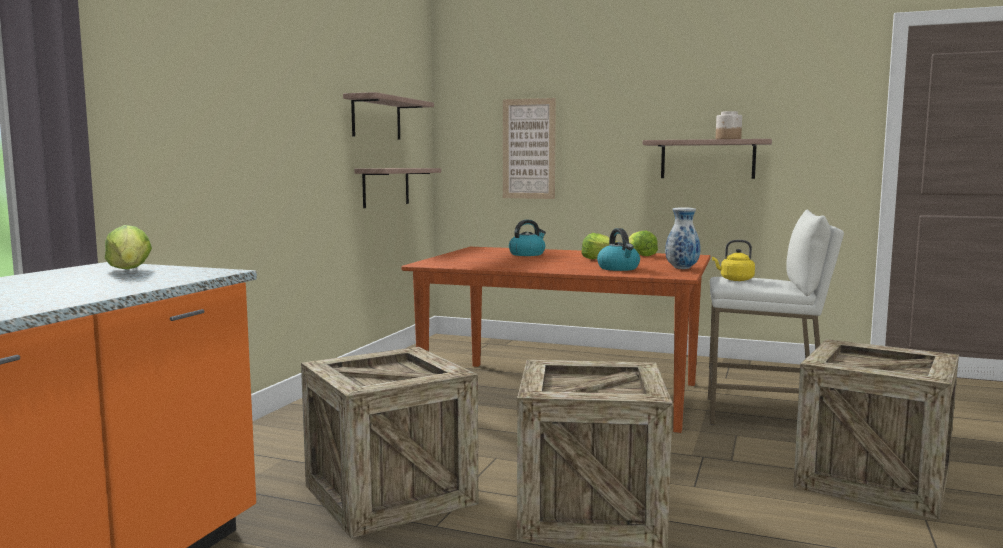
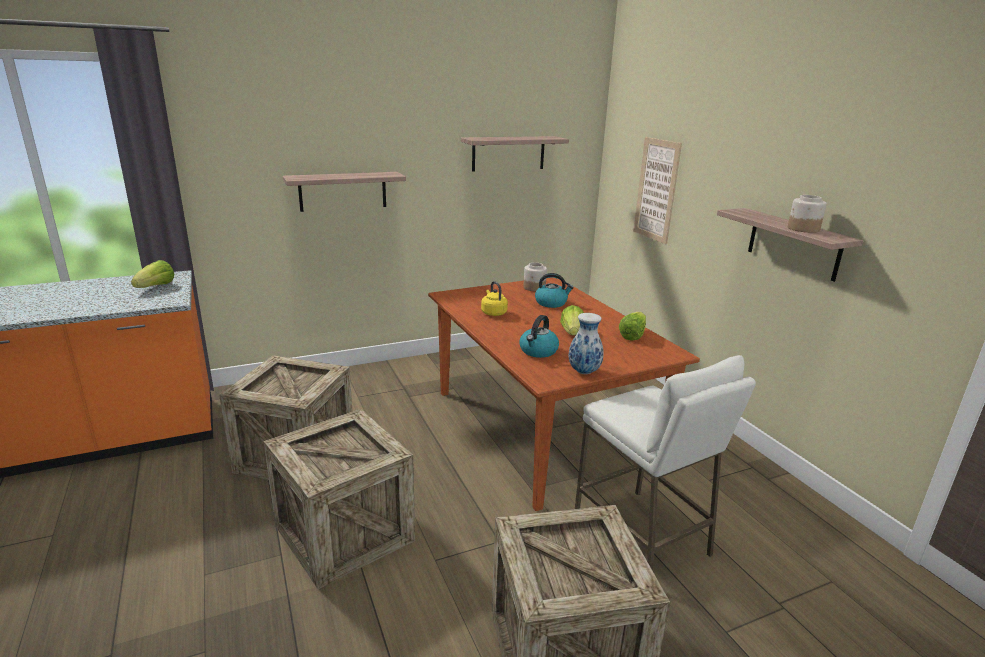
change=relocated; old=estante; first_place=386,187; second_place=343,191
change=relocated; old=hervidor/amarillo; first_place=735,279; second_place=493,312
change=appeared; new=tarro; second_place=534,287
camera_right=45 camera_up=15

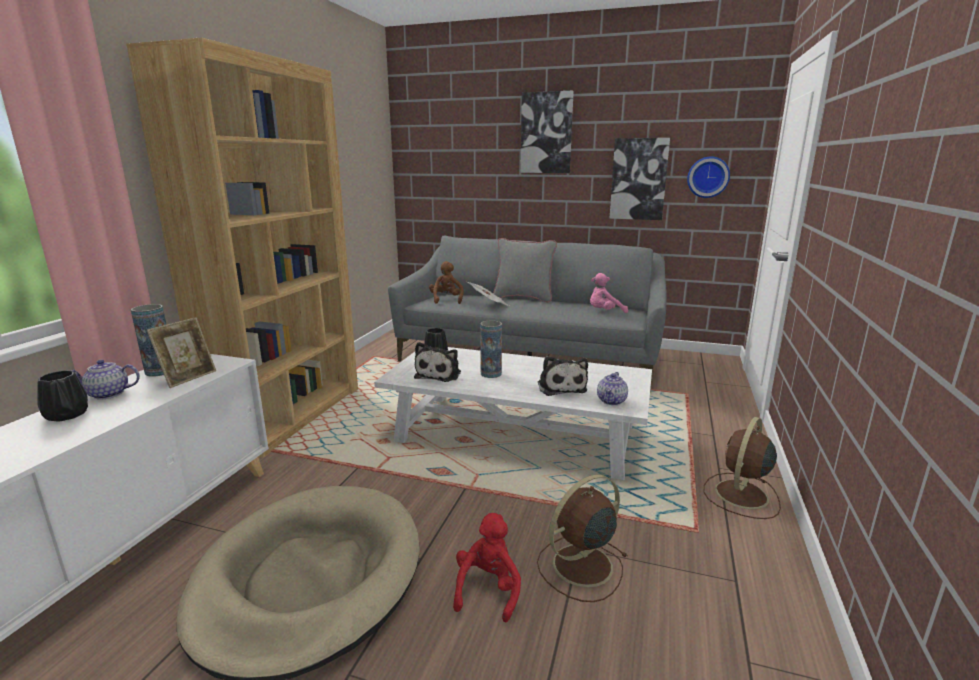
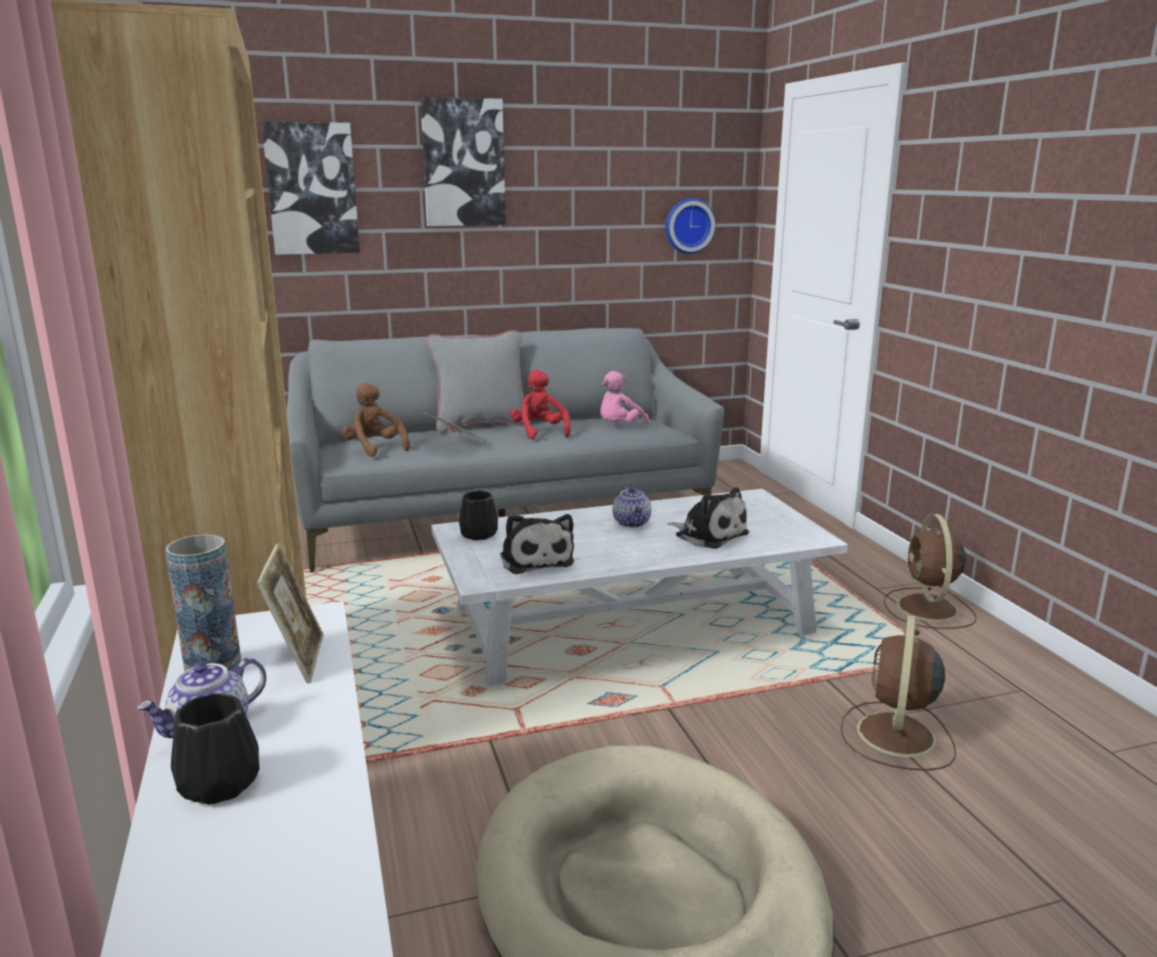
change=relocated; old=peluche/rojo; first_place=488,590; second_place=539,432
change=missing; old=florero; first_place=491,374
change=relocated; old=tetera; first_place=612,401; second_place=632,523
change=relocated; old=cuadro; first_place=638,179; second_place=312,189
camera_right=-35 camera_up=0

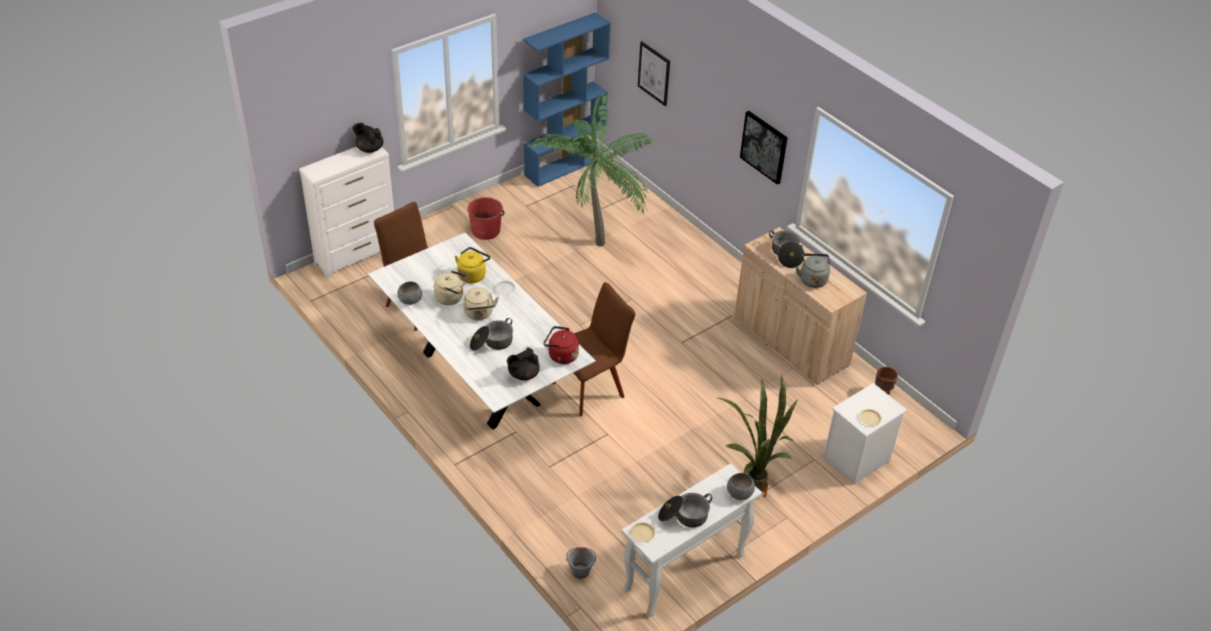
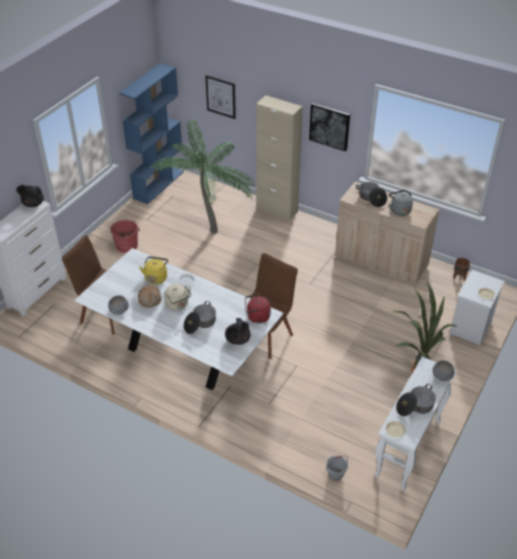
change=exchanged; old=hervidor/beis; new=pan; first_place=451,298; second_place=150,299
change=appeared; new=armario/beis; second_place=277,210
camera_right=-20 camera_up=0

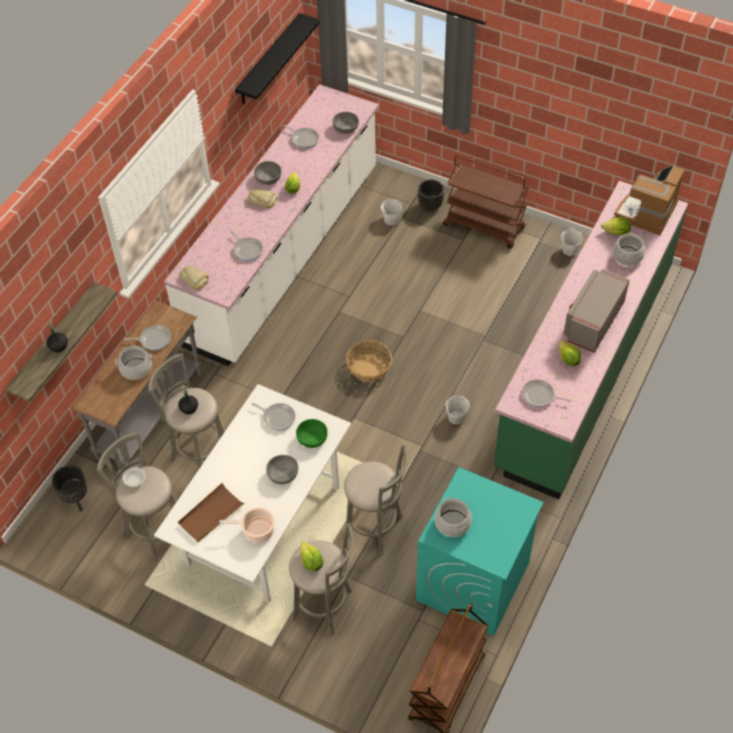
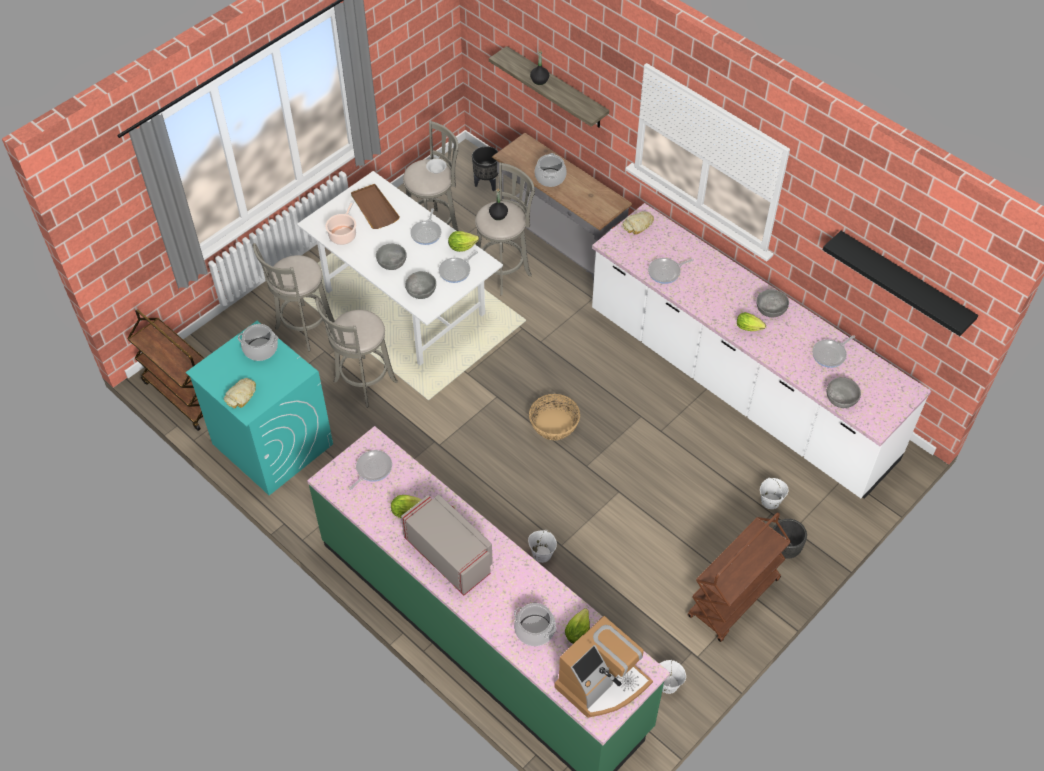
change=relocated; old=sartén; first_place=153,339; second_place=426,233
change=relocated; old=pan; first_place=262,200; second_place=241,395
change=colour; old=cuenco/verde; new=cuenco/gris; first_place=312,438; second_place=421,291
change=relocated; old=lechuga; first_place=311,562; second_place=462,247
change=relocated; old=cubo/blanco; first_place=456,417; second_place=541,554
change=spun; old=cafetera; first_place=647,212; second_place=602,683; degrees=90
camera_right=105 camera_up=0

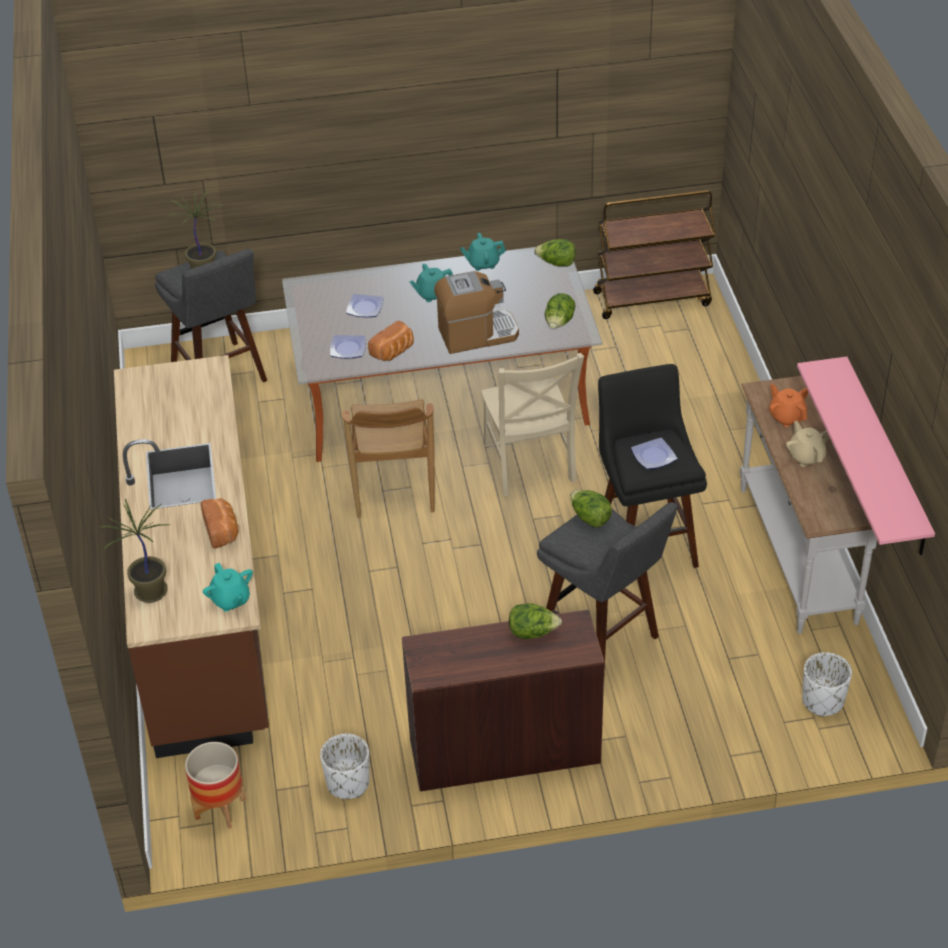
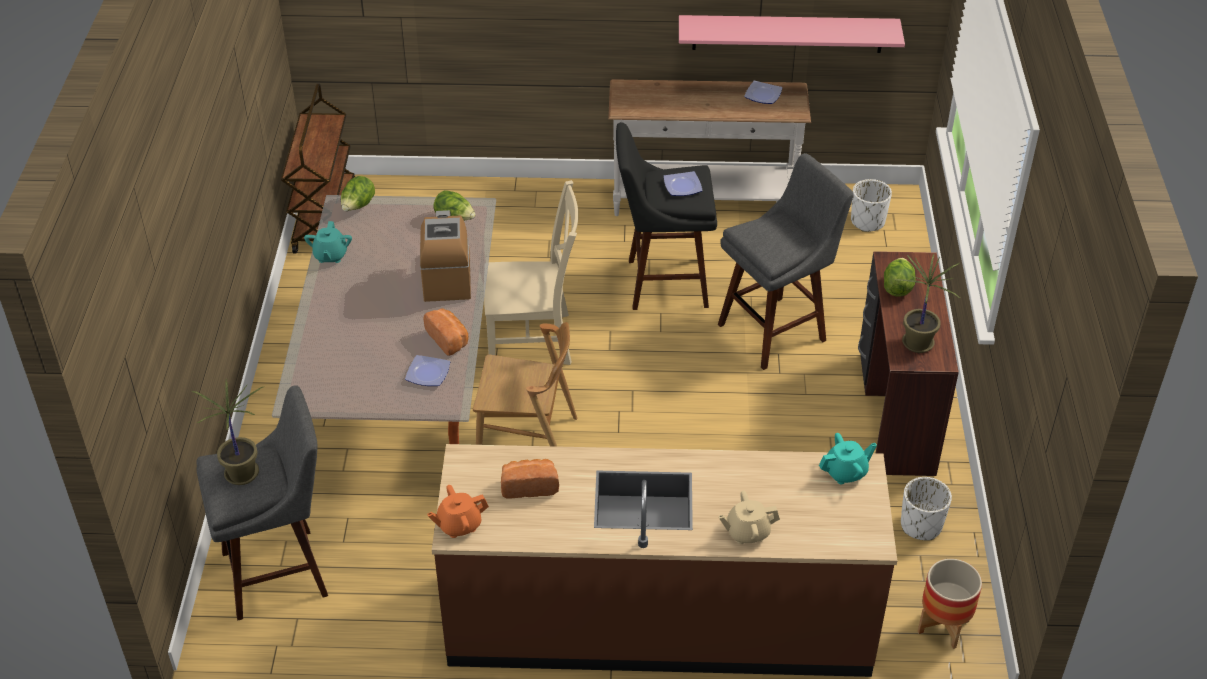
change=relocated; old=planta en maceta; first_place=149,592; second_place=918,344
change=relocated; old=pan; first_place=222,531; second_place=529,486
change=relocated; old=plato; first_place=365,308; second_place=763,95
change=missing; old=tetera/turquesa; first_place=432,294
change=missing; old=lechuga; first_place=590,518
change=relocated; old=tetera/naranja; first_place=787,417; second_place=459,525
change=relocated; old=tetera/beis; first_place=806,456; second_place=747,532
camera_right=-80 camera_up=0

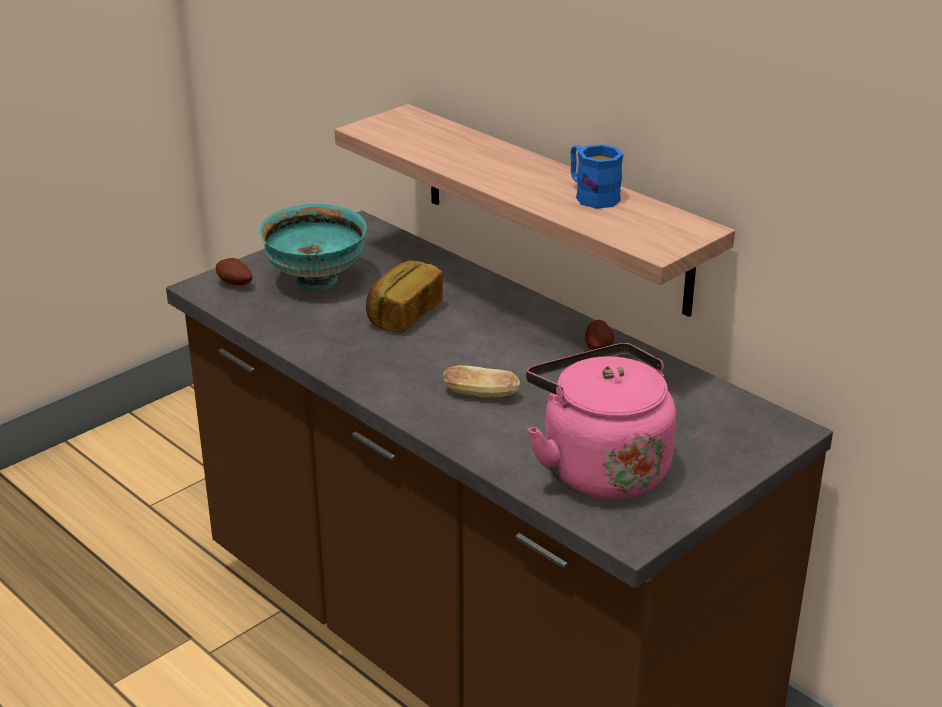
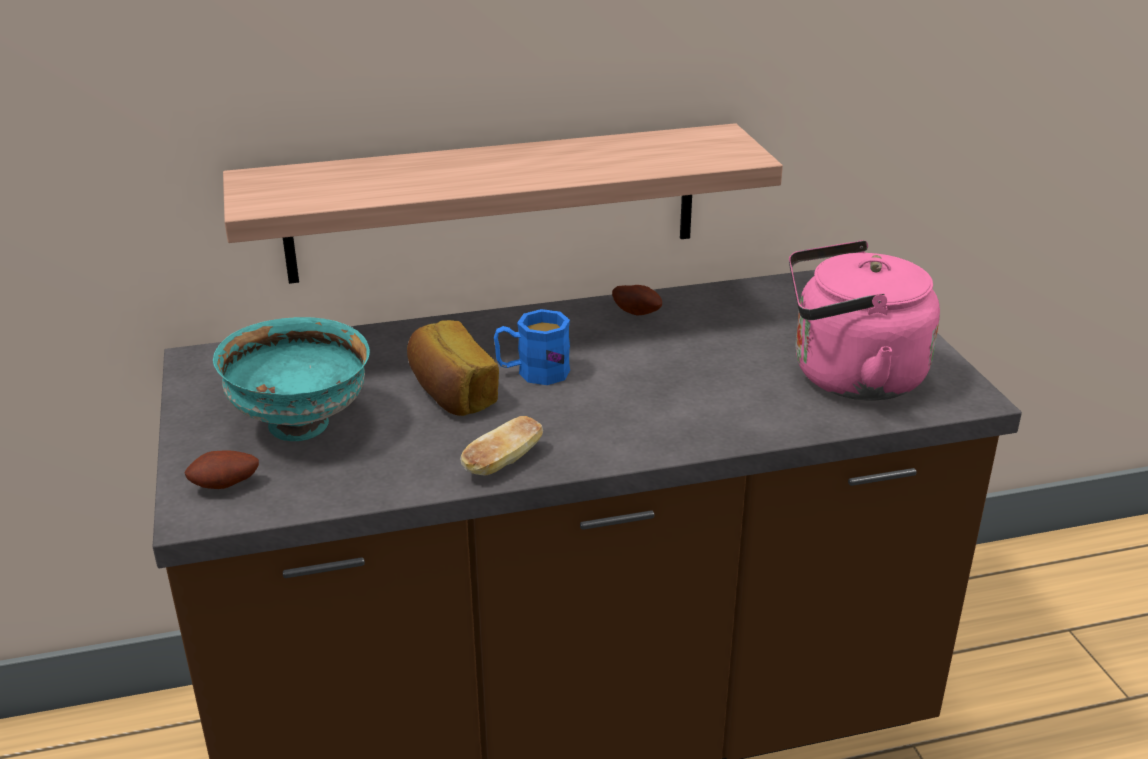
change=relocated; old=pan; first_place=481,395; second_place=503,463
change=relocated; old=taza grande/azul; first_place=591,195; second_place=532,372
camera_right=-60 camera_up=0

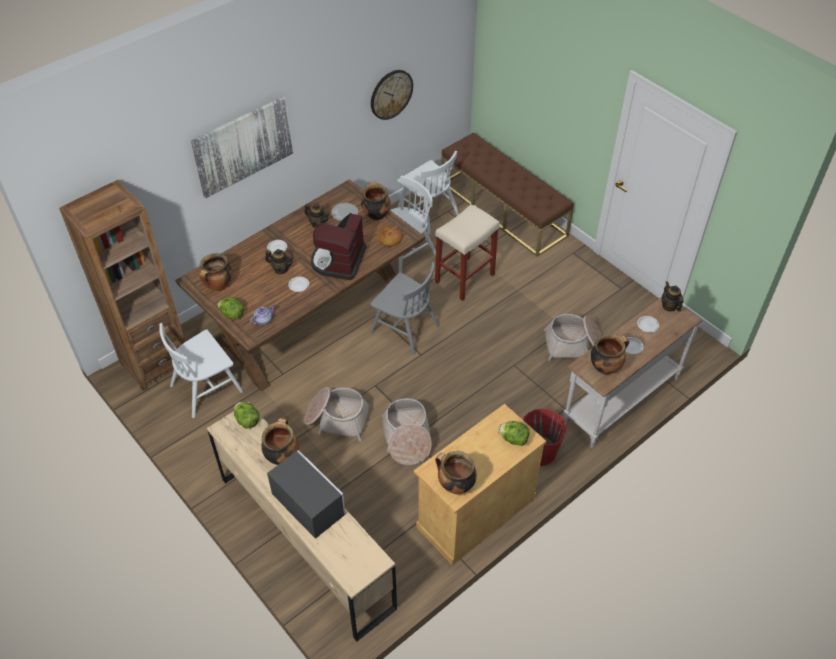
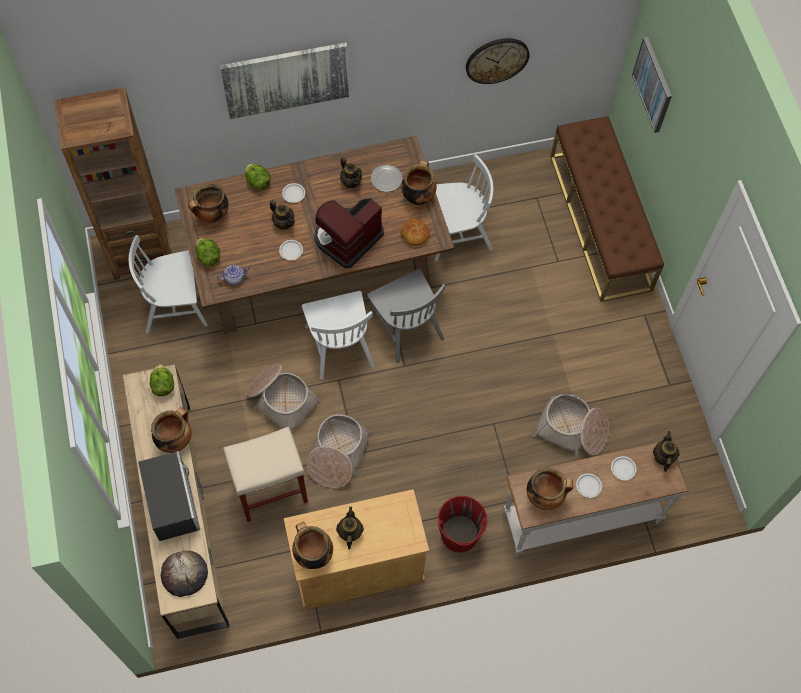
change=relocated; old=silla/blanco; first_place=427,212; second_place=339,345
change=relocated; old=taburete/beis; first_place=464,279; second_place=270,491
change=relocated; old=lechuga; first_place=513,439; second_place=258,182
change=appeared; new=pan; second_place=184,574
change=appeared; new=tetera; second_place=349,533
change=appeared; new=cuadro; second_place=653,84
camera_right=25 camera_up=15

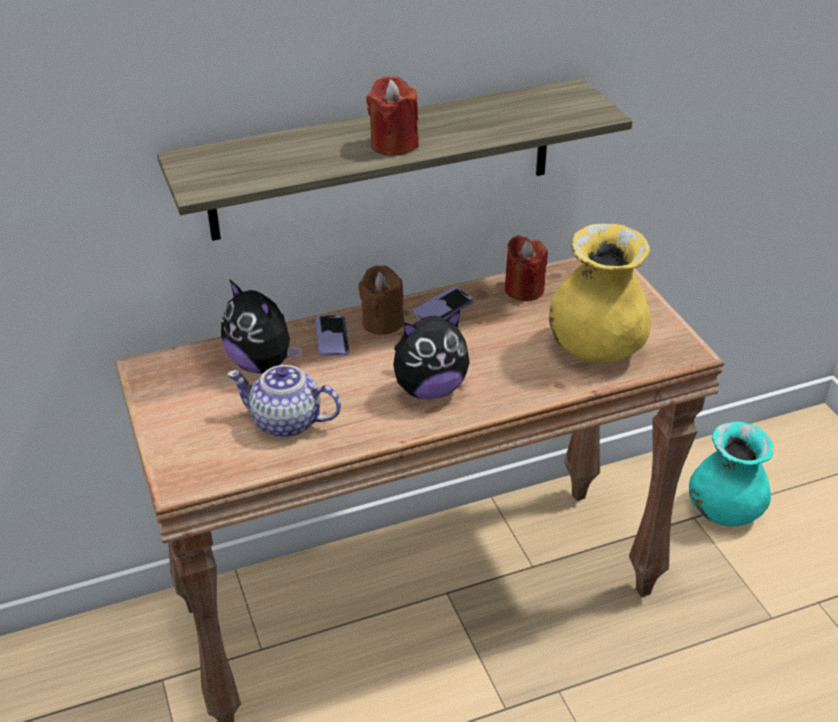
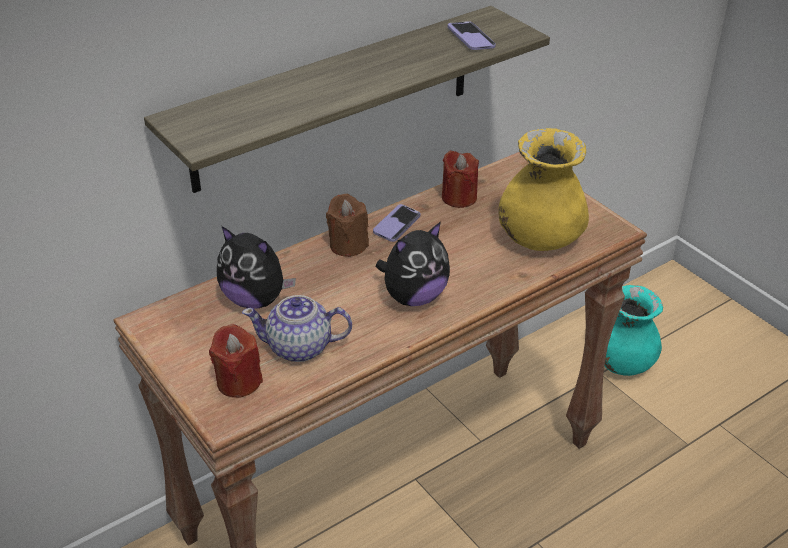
change=relocated; old=móvil; first_place=332,337; second_place=471,38
change=relocated; old=vela/rojo; first_place=394,144; second_place=238,382
camera_right=-15 camera_up=0

